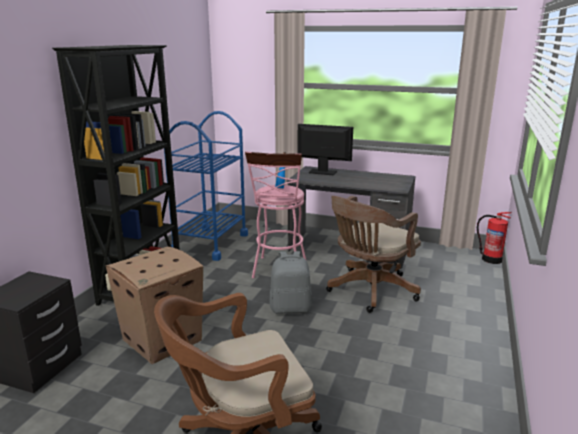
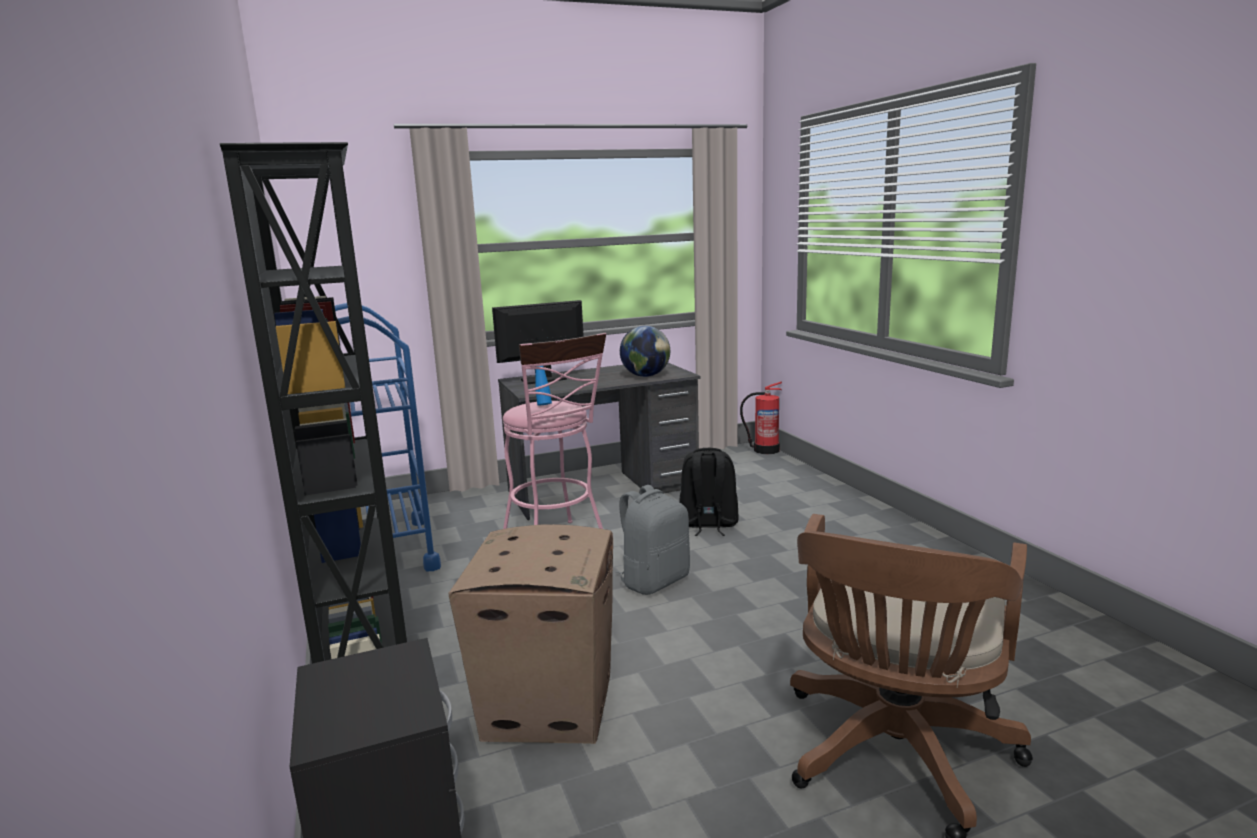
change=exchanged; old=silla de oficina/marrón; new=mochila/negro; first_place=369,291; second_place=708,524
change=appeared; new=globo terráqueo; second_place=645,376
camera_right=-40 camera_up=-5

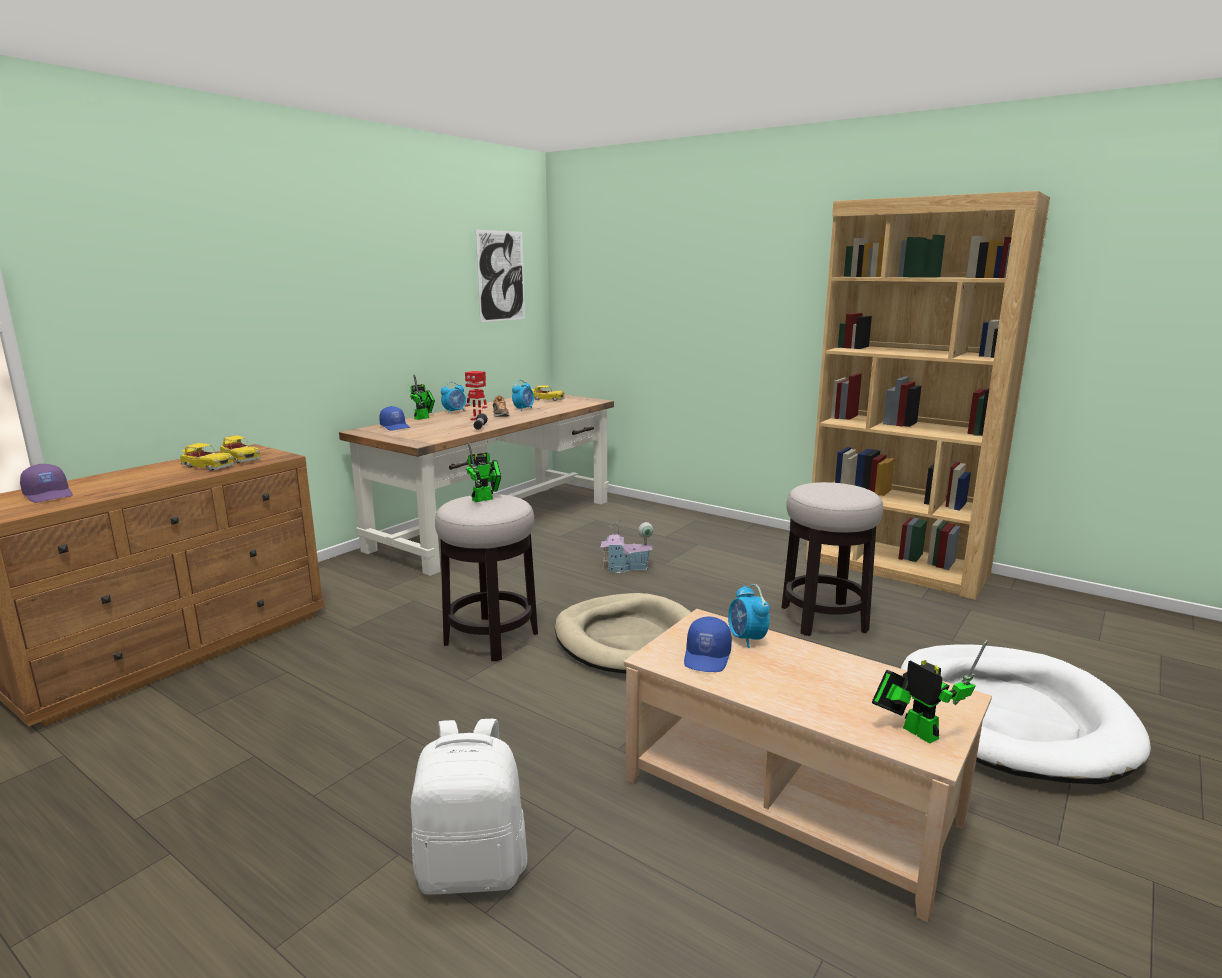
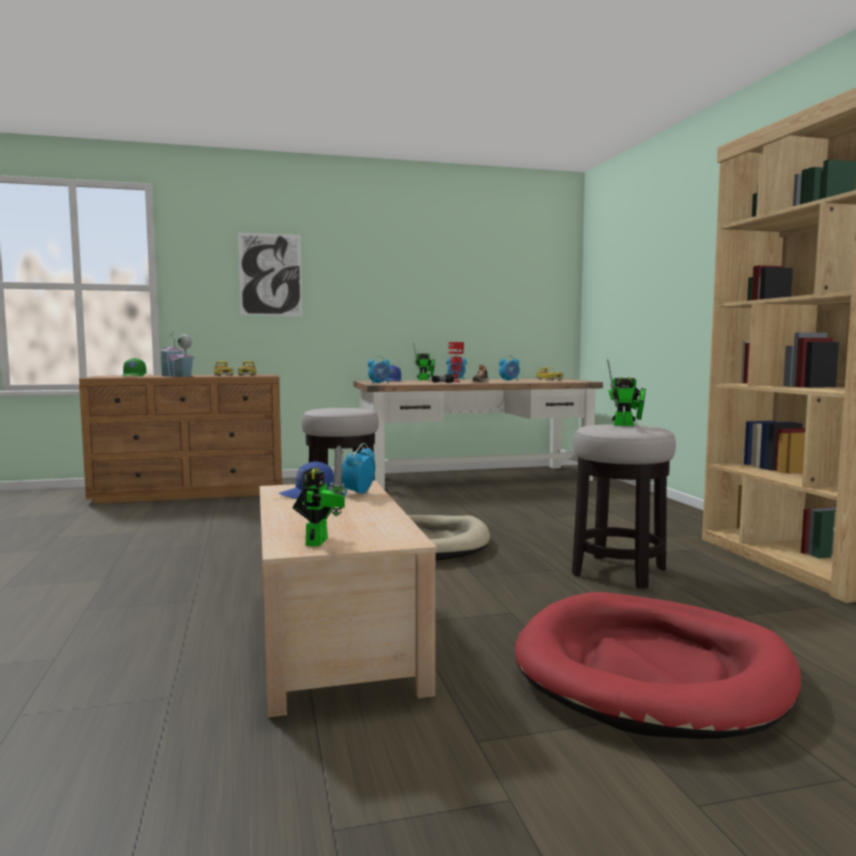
change=colour; old=gorra/morado; new=gorra/verde; first_place=49,495; second_place=134,376
change=missing; old=mochila/blanco; first_place=473,869
change=relocated; old=robot de juguete; first_place=485,499; second_place=627,425
change=relocated; old=cuadro; first_place=501,276; second_place=270,274
change=relocated; old=casita; first_place=626,568; second_place=177,376
change=colour; old=cama para perro/blanco; new=cama para perro/rojo; first_place=1010,717; second_place=652,671
change=appeared; new=despertador; second_place=379,383
camera_right=40 camera_up=-10

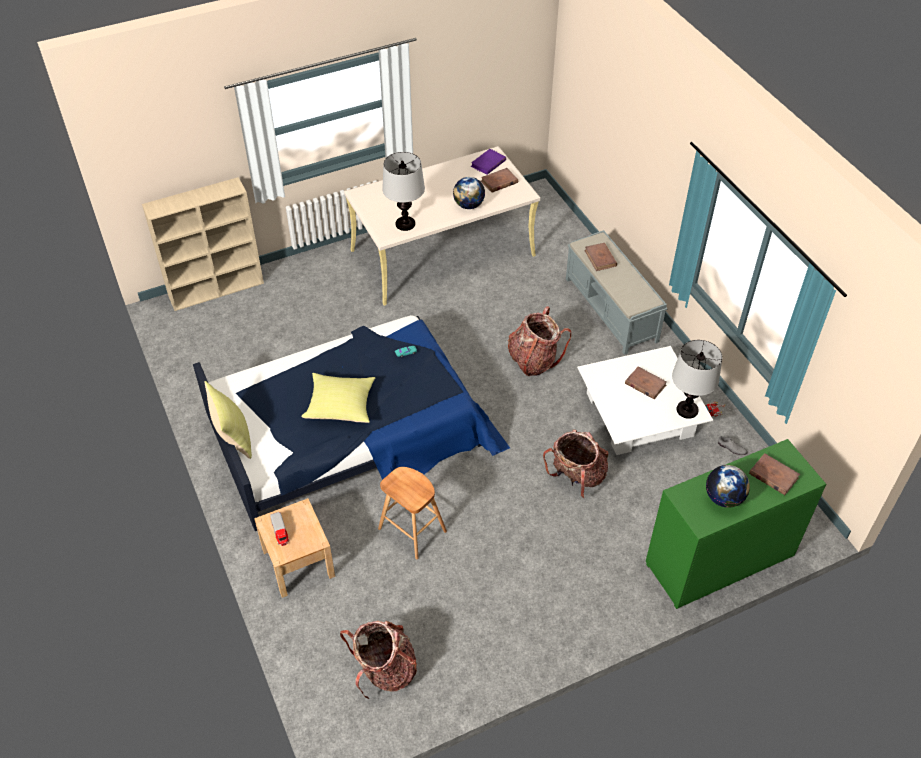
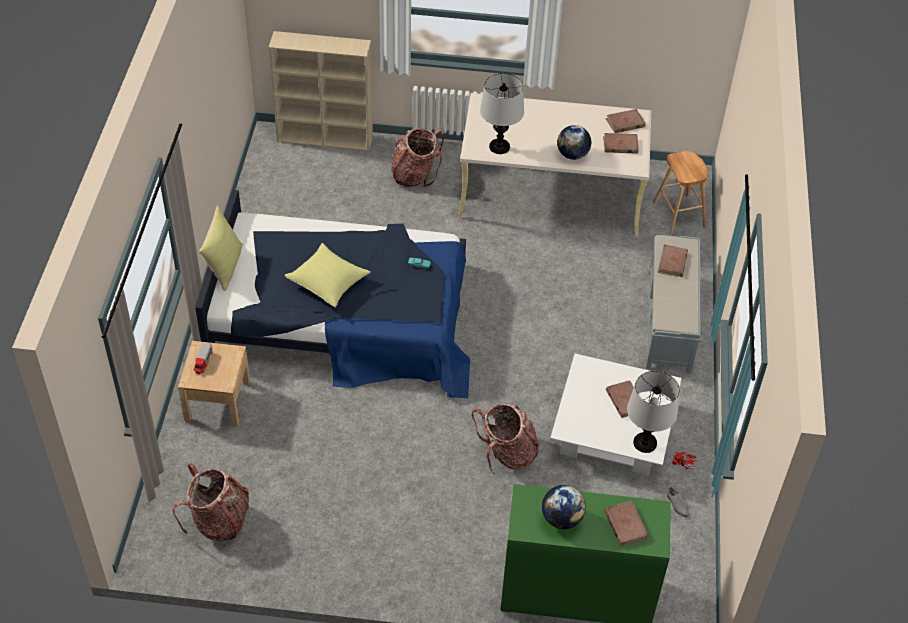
change=relocated; old=taburete/marrón; first_place=412,530; second_place=678,214
change=colour; old=libro/morado; new=libro/marrón; first_place=488,163; second_place=625,123
change=relocated; old=mochila; first_place=534,360; second_place=415,175
camera_right=30 camera_up=0

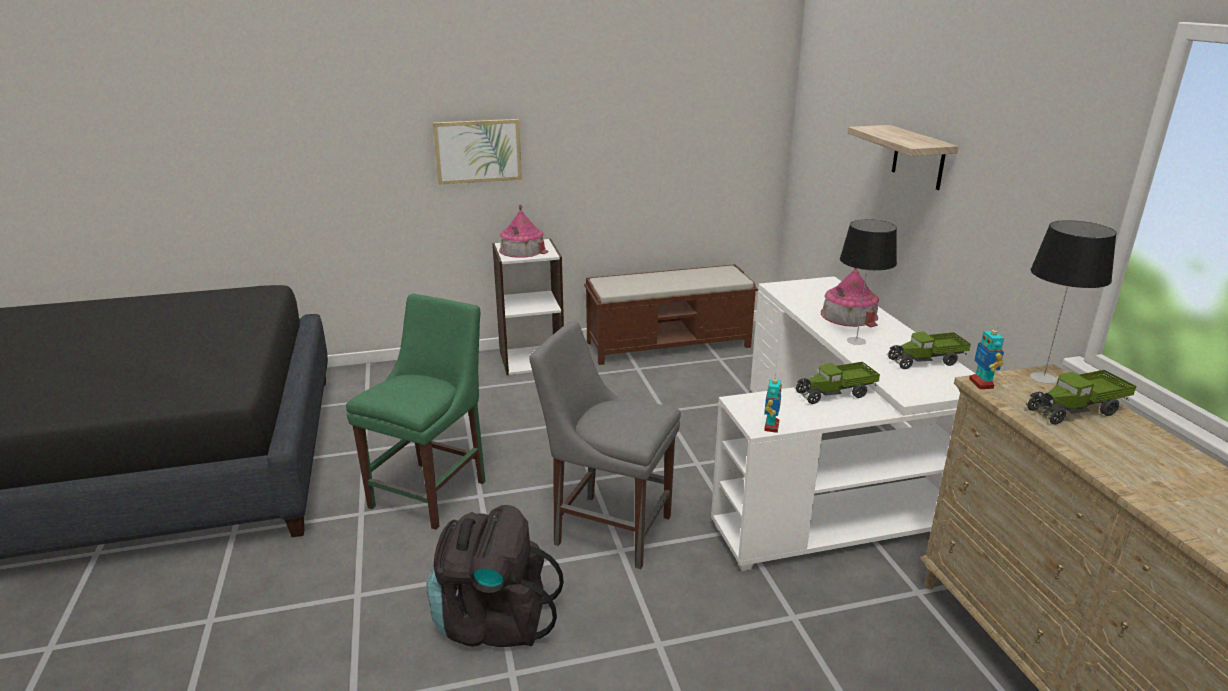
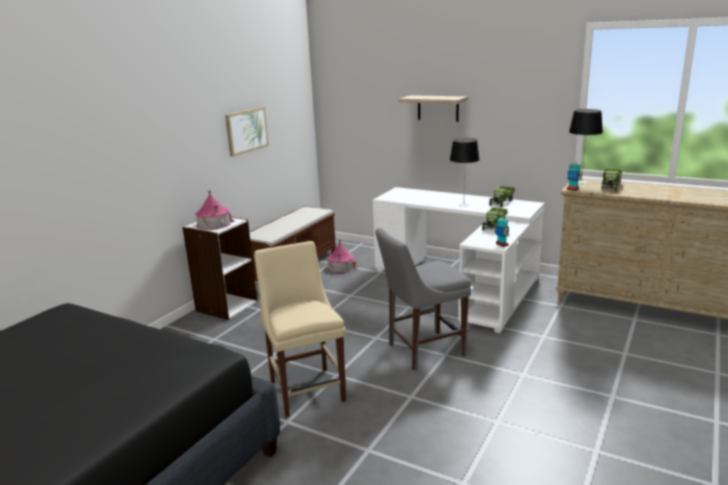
change=colour; old=silla/verde; new=silla/beis; first_place=432,491; second_place=306,388
change=missing; old=mochila/negro; first_place=493,621
change=relocated; old=cuadro; first_place=478,151; second_place=246,130
change=relocated; old=casita; first_place=849,315; second_place=341,267
camera_right=-45 camera_up=-5

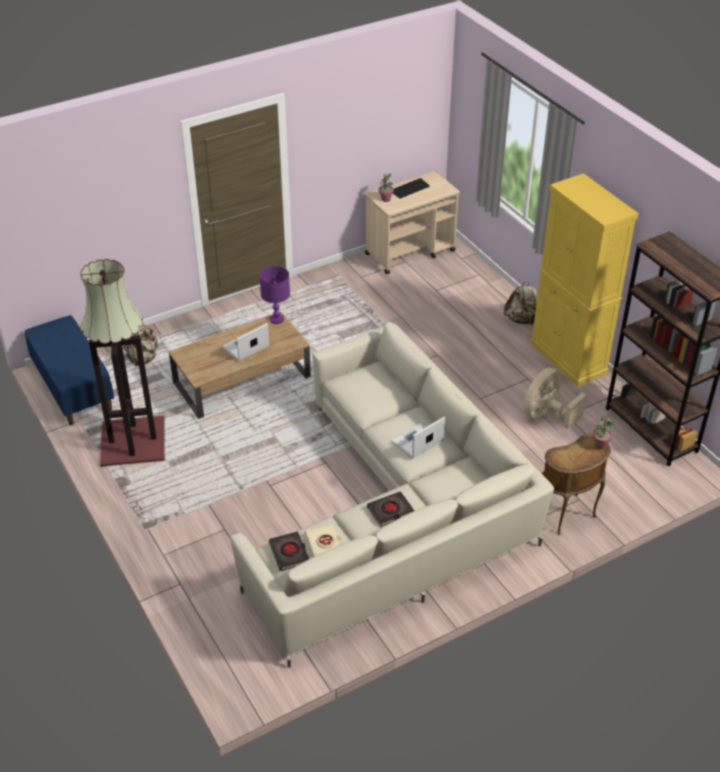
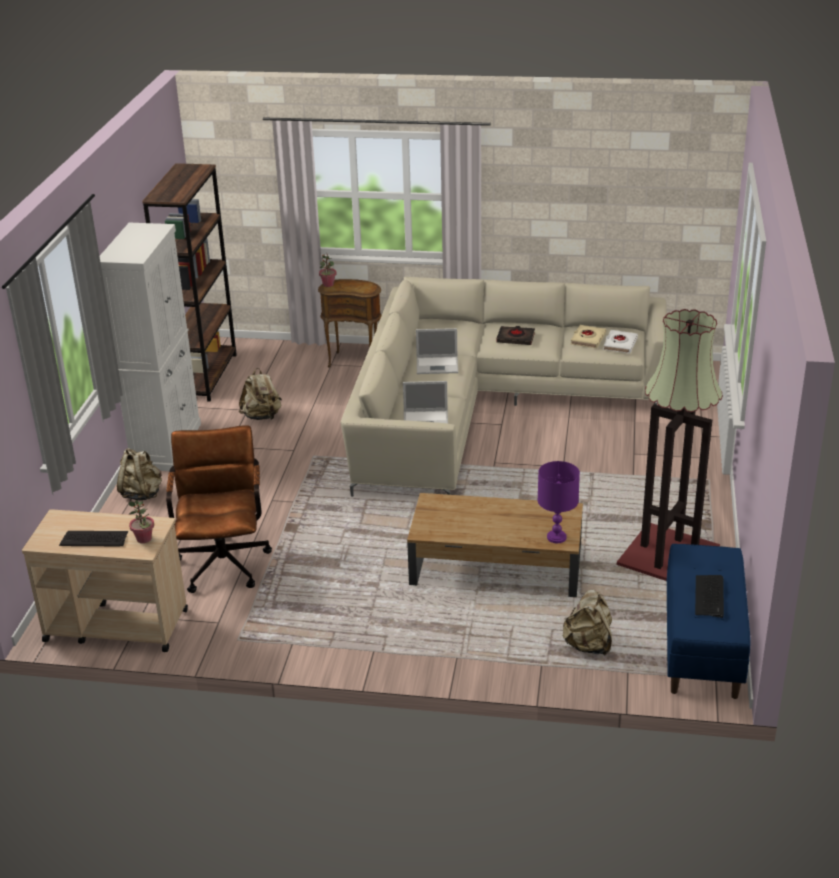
change=relocated; old=portátil; first_place=245,347; second_place=427,420
change=relocated; old=lámpara de mesa/morado; first_place=277,319; second_place=556,537
change=colour; old=libro/negro; new=libro/blanco; first_place=289,553; second_place=619,344
change=exchanged; old=ventilador/beis; new=mochila/beis; first_place=546,415; second_place=262,416
change=colour; old=armario/amarillo; new=armario/blanco; first_place=568,358; second_place=166,445
change=appeared; new=silla de oficina/marrón; second_place=223,559
change=appeared; new=teclado; second_place=709,596
camera_right=-140 camera_up=-10

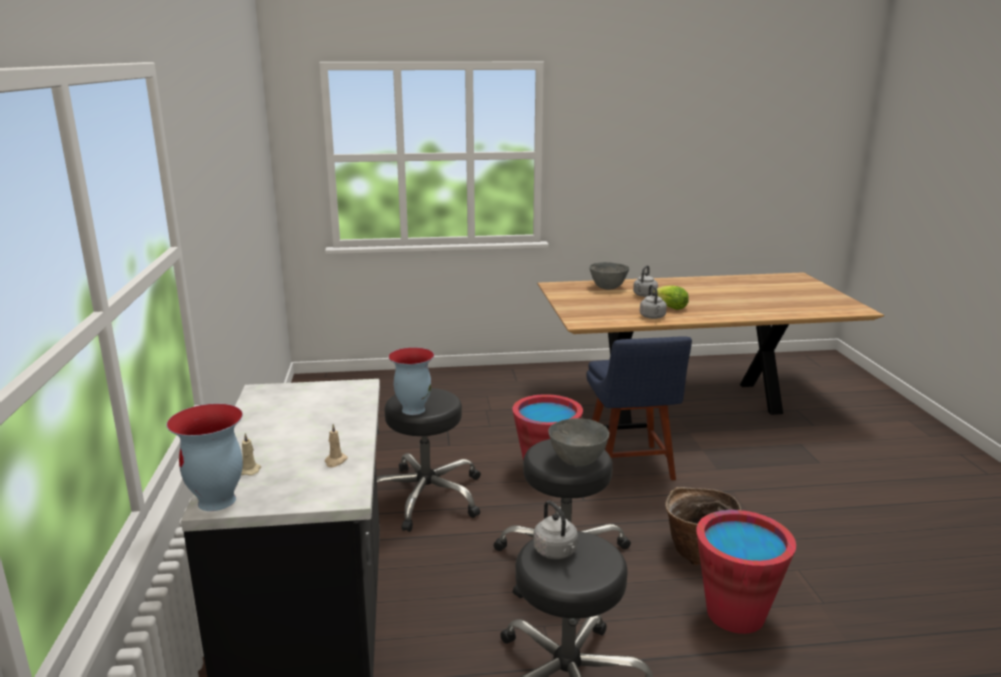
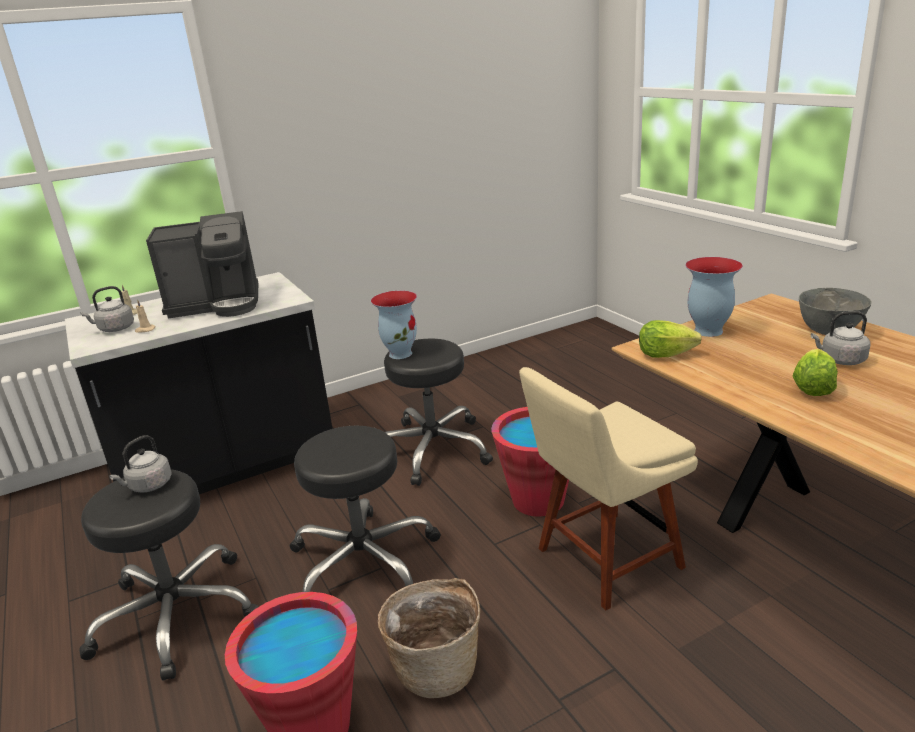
change=relocated; old=florero; first_place=217,501; second_place=708,331
change=missing; old=cuenco/gris; first_place=578,461
change=colour; old=silla/azul; new=silla/beis; first_place=630,467; second_place=603,561
change=relocated; old=hervidor/gris; first_place=653,317; second_place=114,329
change=appeared; new=cafetera; second_place=217,304
change=appeared; new=lechuga; second_place=664,355
camera_right=70 camera_up=5

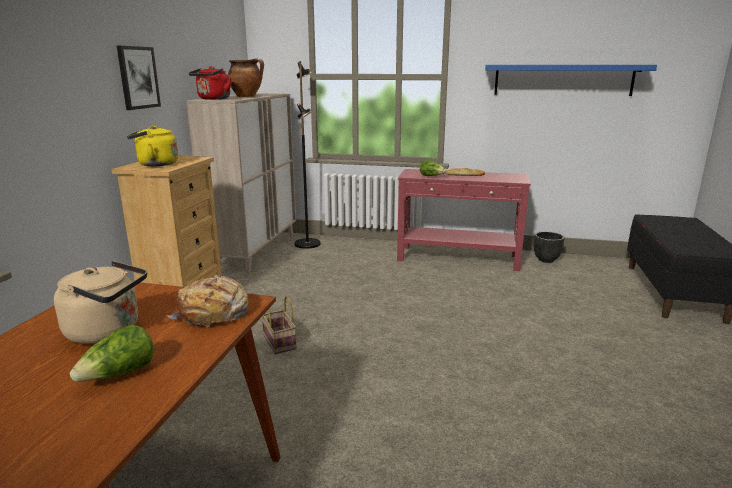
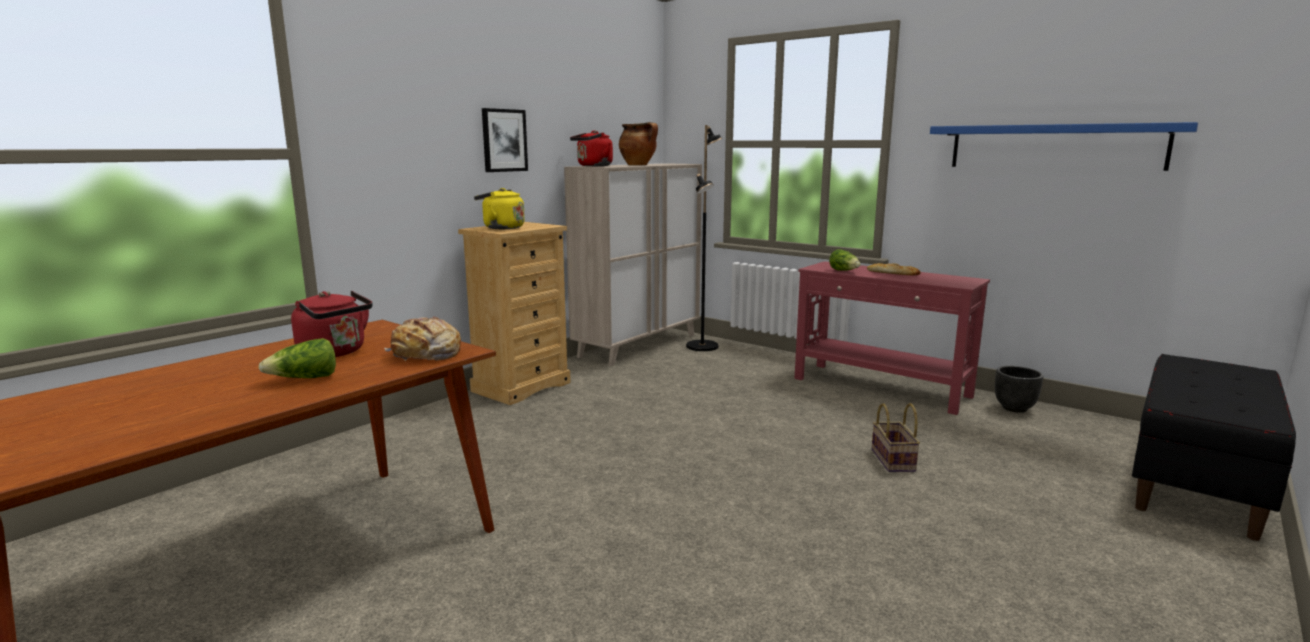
change=colour; old=hervidor/beis; new=hervidor/rojo; first_place=108,331; second_place=335,353
change=relocated; old=cesta; first_place=280,342; second_place=894,461
camera_right=25 camera_up=-5

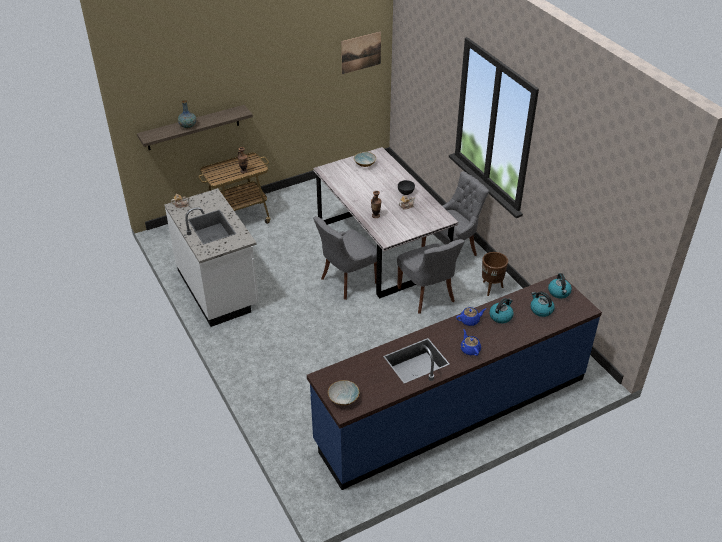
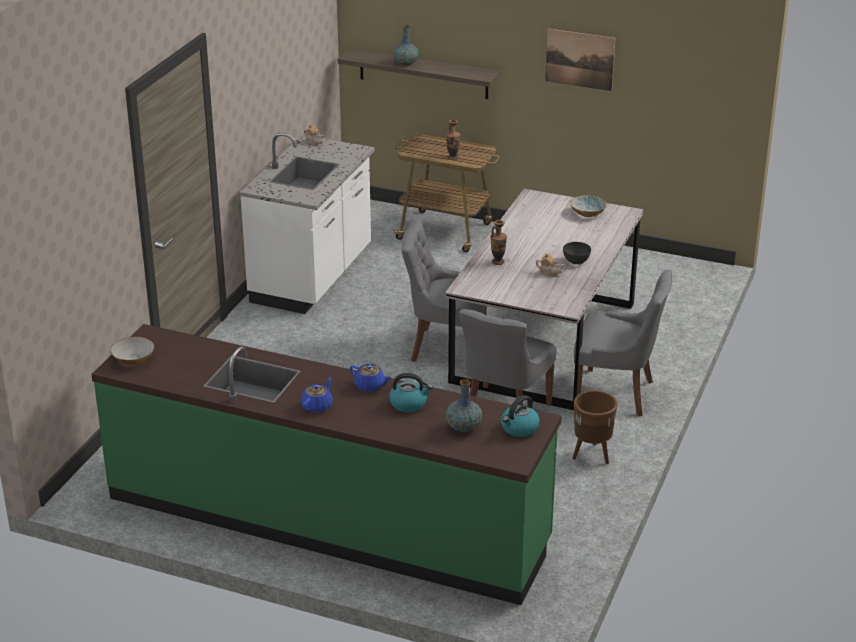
change=colour; old=mueble bajo de cocina/azul; new=mueble bajo de cocina/verde; first_place=452,409; second_place=327,520
change=relocated; old=cuadro; first_place=361,52; second_place=580,59
change=exchanged; old=hervidor; new=florero; first_place=541,310; second_place=463,427
camera_right=50 camera_up=-10

